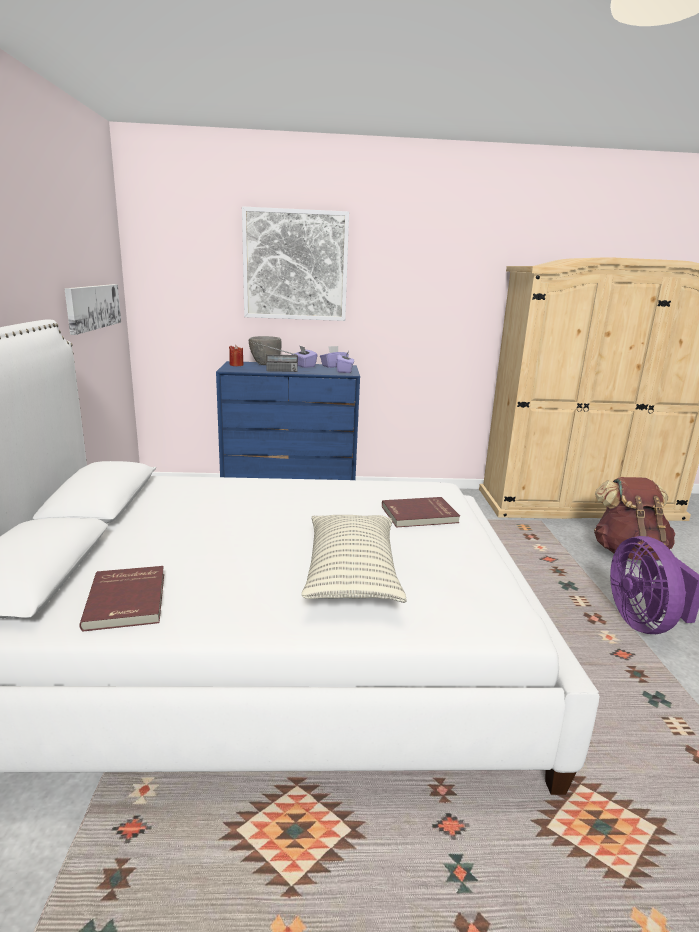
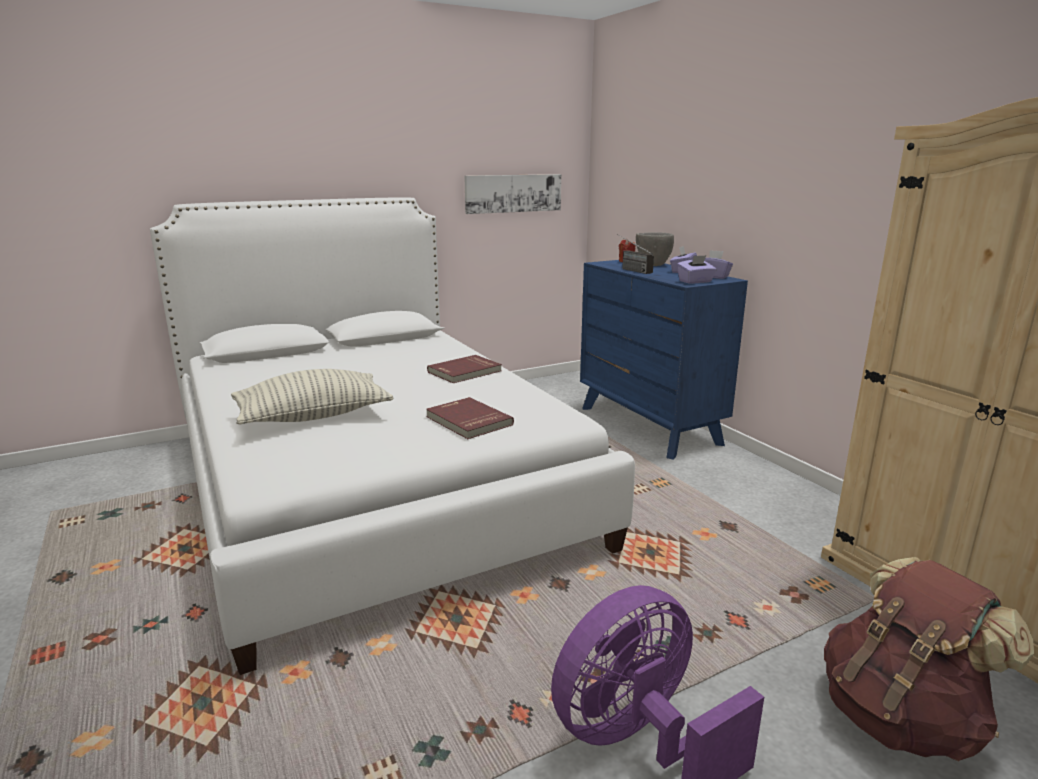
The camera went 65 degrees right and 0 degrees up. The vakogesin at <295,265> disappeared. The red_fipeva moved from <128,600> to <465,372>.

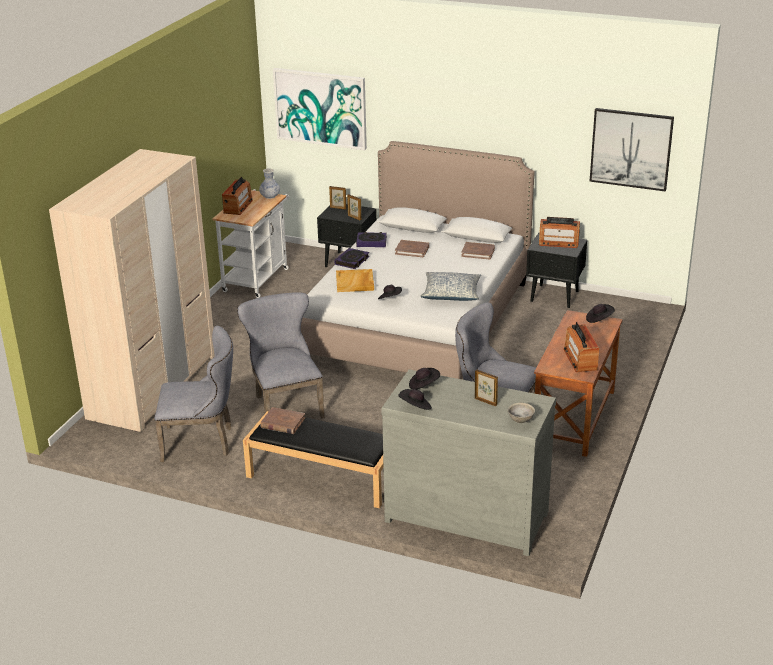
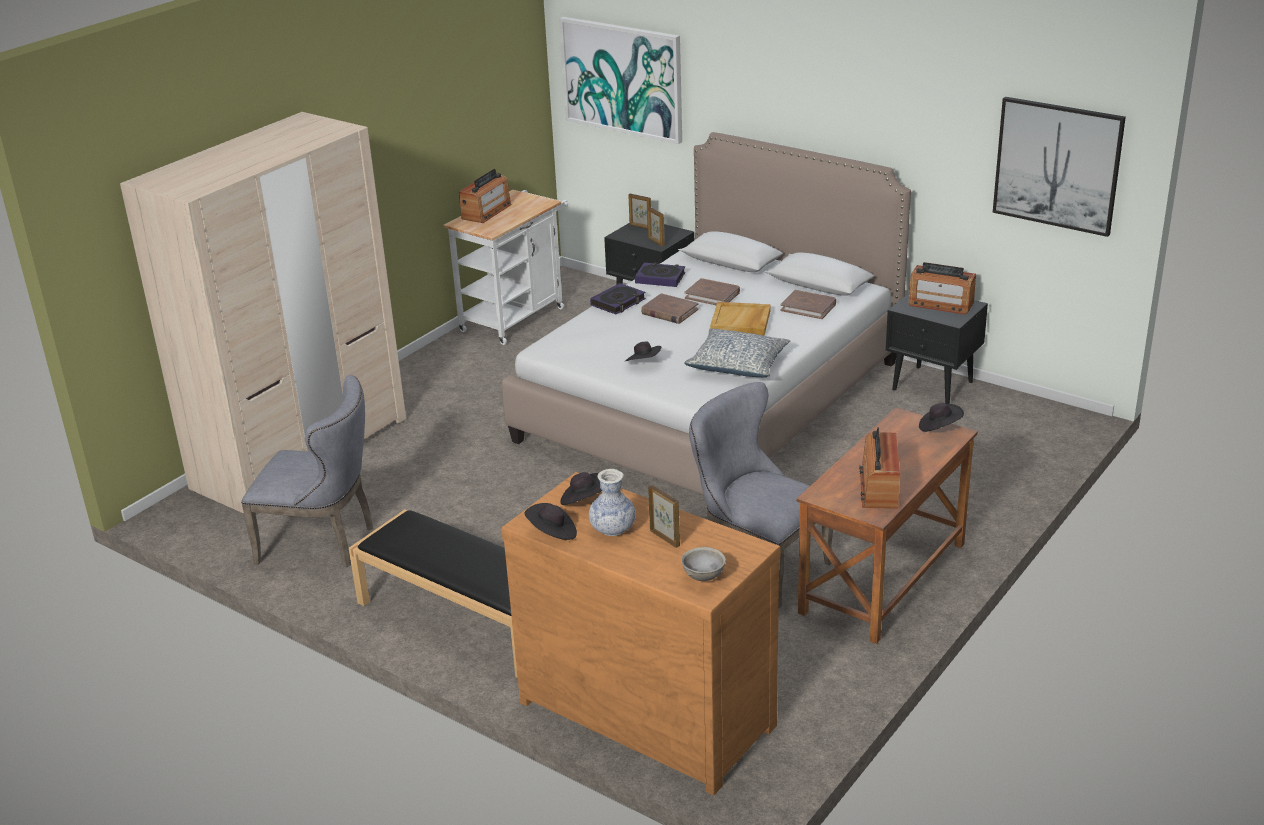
The camera went 15 degrees right and 0 degrees up. The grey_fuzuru at <285,405> disappeared. The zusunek moved from <270,196> to <613,529>. The brown_fipeva moved from <282,423> to <669,312>. The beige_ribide moved from <355,282> to <741,322>. The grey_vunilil at <467,514> became the brown_vunilil at <648,710>.

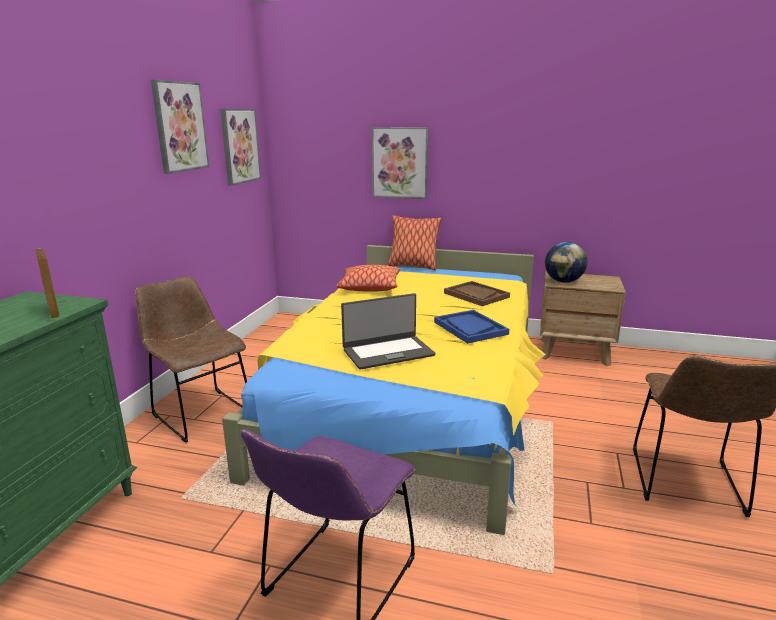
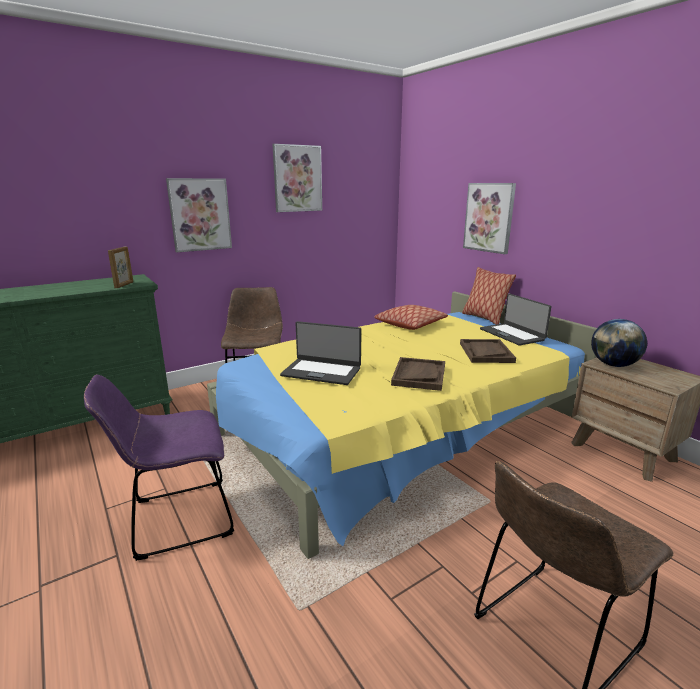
The camera went 40 degrees right and 0 degrees up. The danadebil at <512,334> appeared. The vakogesin moved from <239,146> to <200,214>. The blue_ribide at <470,328> became the brown_ribide at <419,375>.

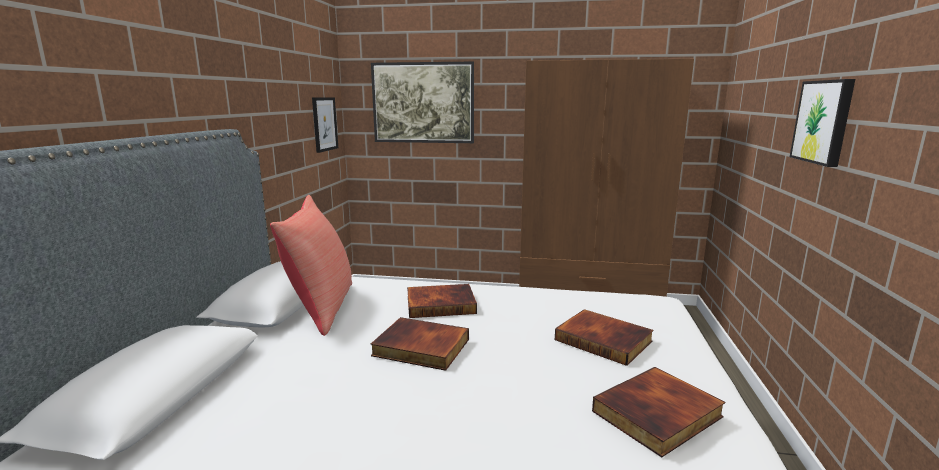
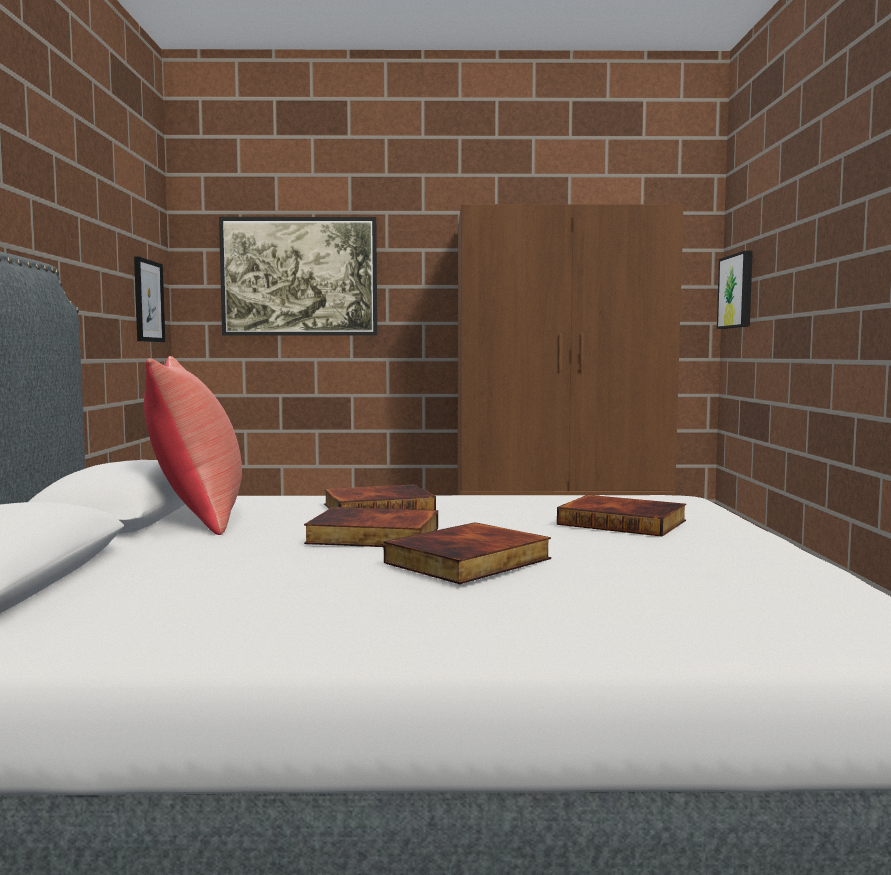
The camera went 10 degrees left and 10 degrees down. The fipeva moved from <658,415> to <469,561>. The vakogesin moved from <823,121> to <737,291>.

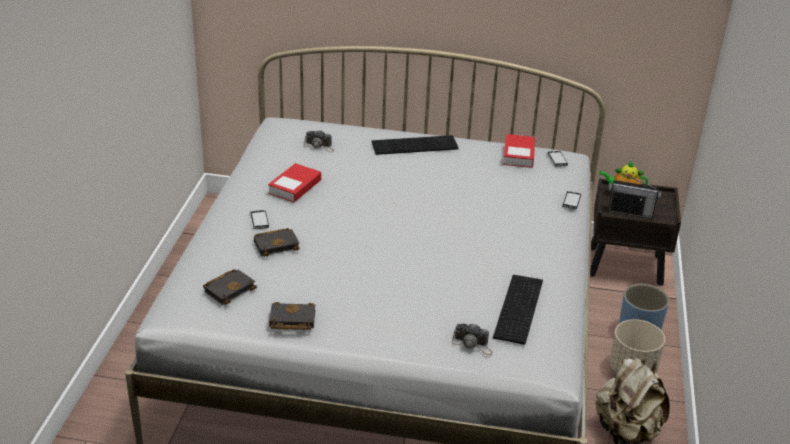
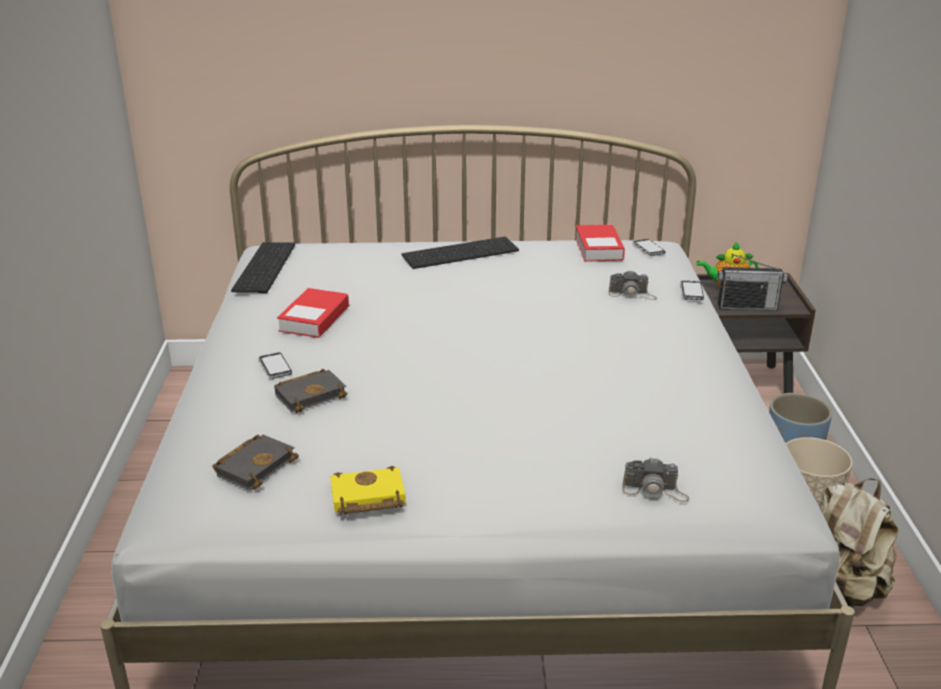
The camera went 10 degrees left and 5 degrees down. The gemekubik moved from <319,146> to <632,294>. The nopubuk moved from <520,310> to <266,268>. The black_fipeva at <291,320> became the yellow_fipeva at <366,498>.

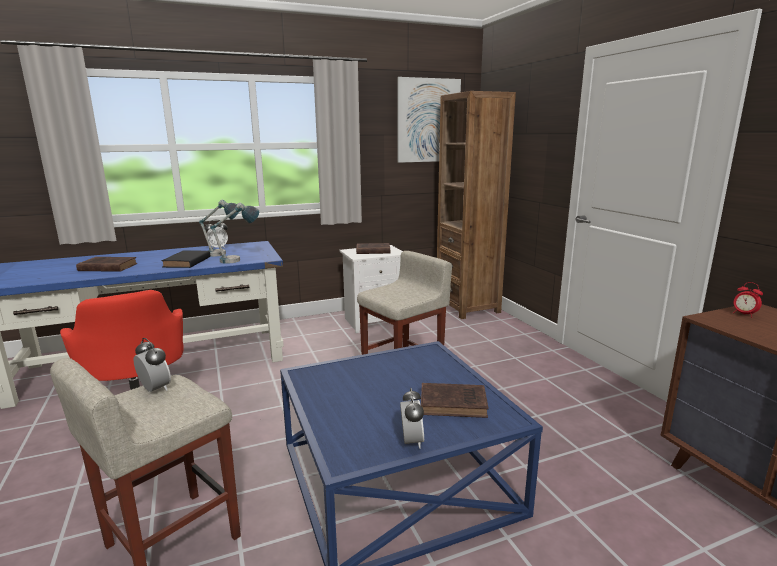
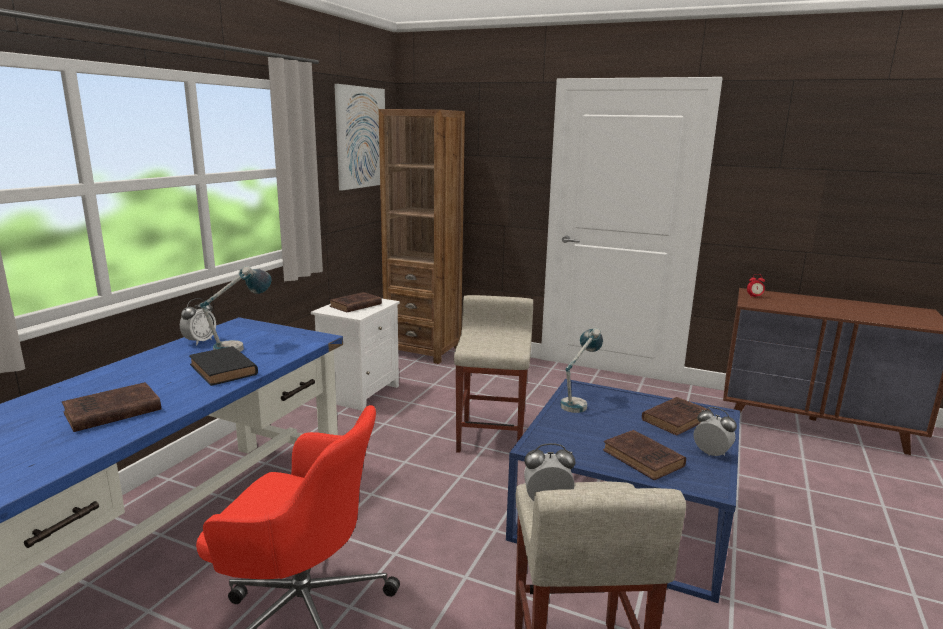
The camera went 45 degrees left and 0 degrees up. The brown_fipeva at <644,459> appeared. The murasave moved from <239,260> to <578,402>.

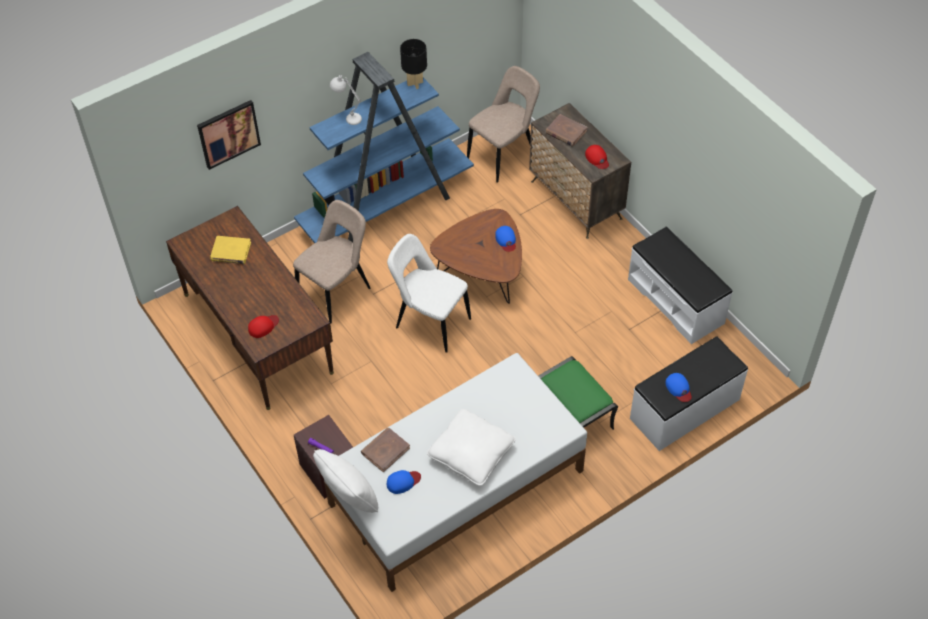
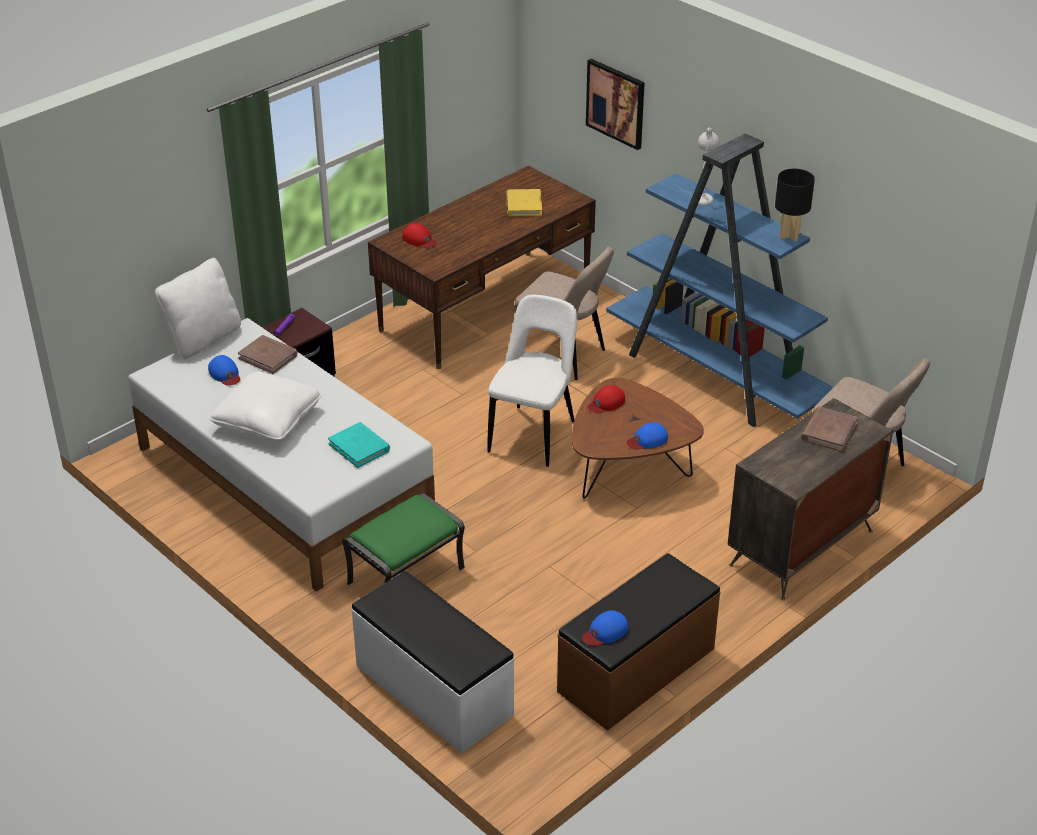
The camera went 80 degrees right and 15 degrees down. The turquoise_fipeva at <359,447> appeared. The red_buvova moved from <597,158> to <606,403>. The blue_buvova moved from <678,388> to <605,632>. The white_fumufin at <676,301> became the brown_fumufin at <637,670>.

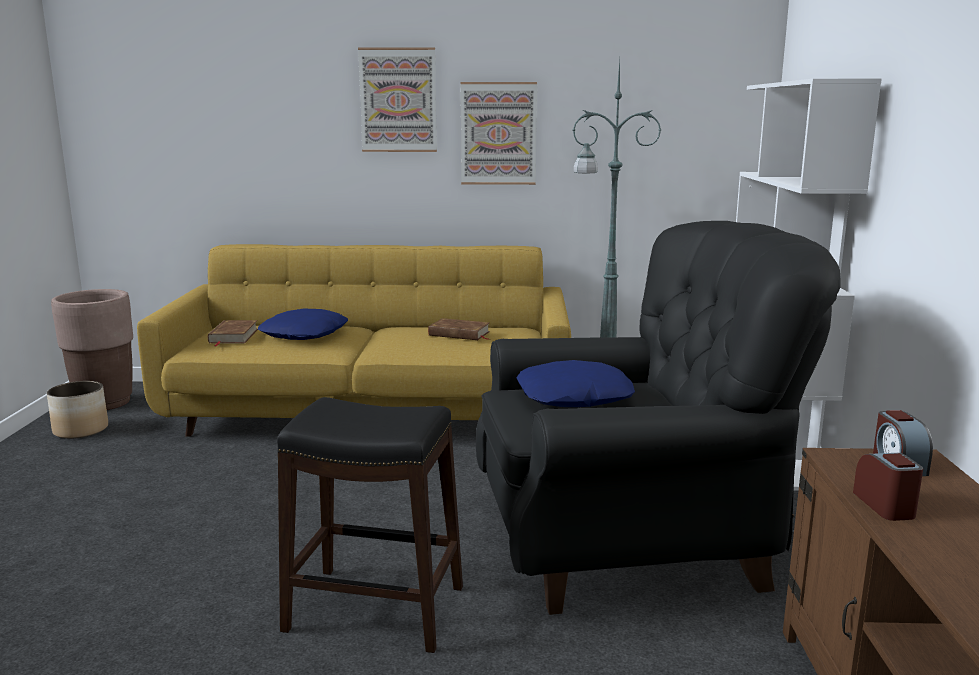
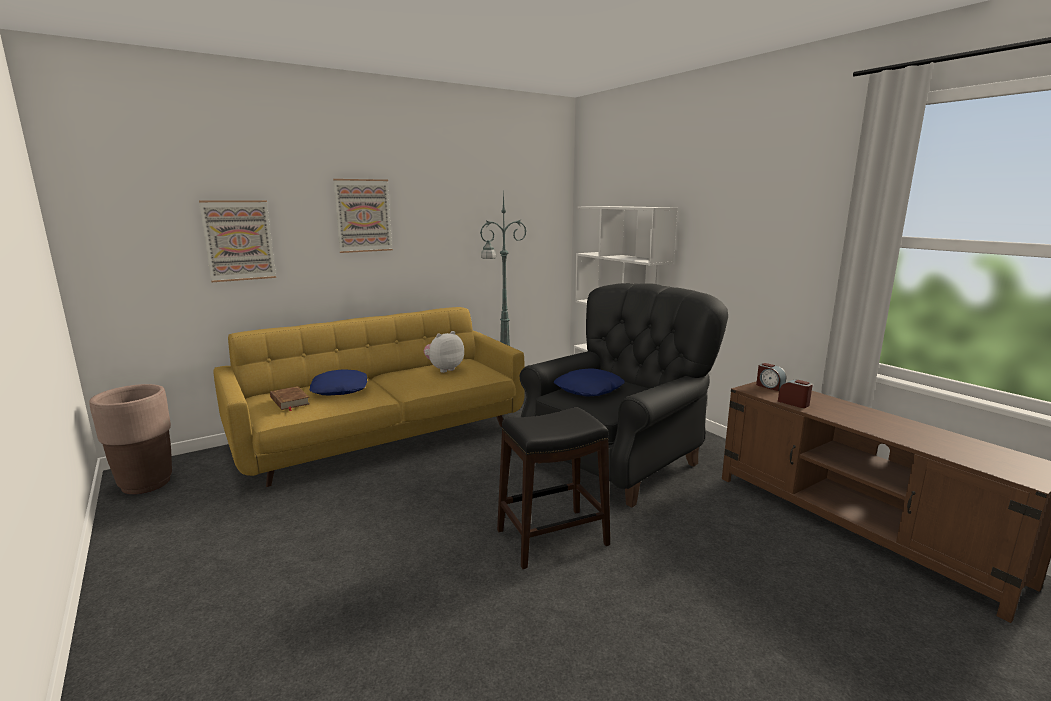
The camera went 35 degrees left and 0 degrees up. The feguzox at <81,430> disappeared. The vakogesin moved from <498,133> to <239,240>. The brown_fipeva at <459,334> was replaced by the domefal at <444,369>.

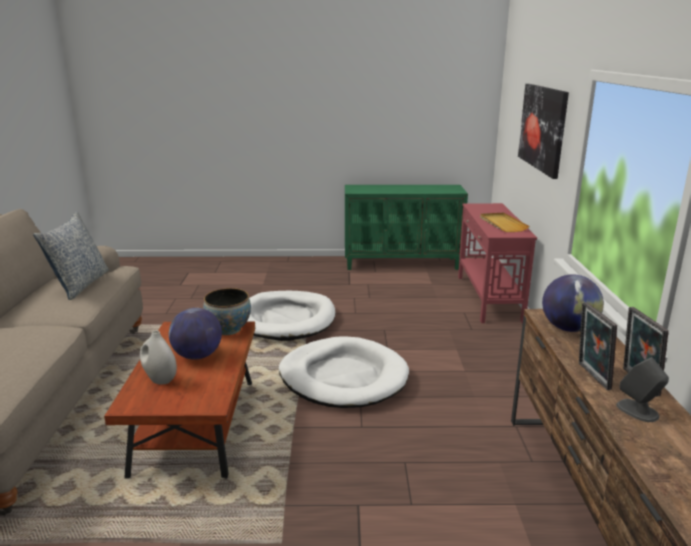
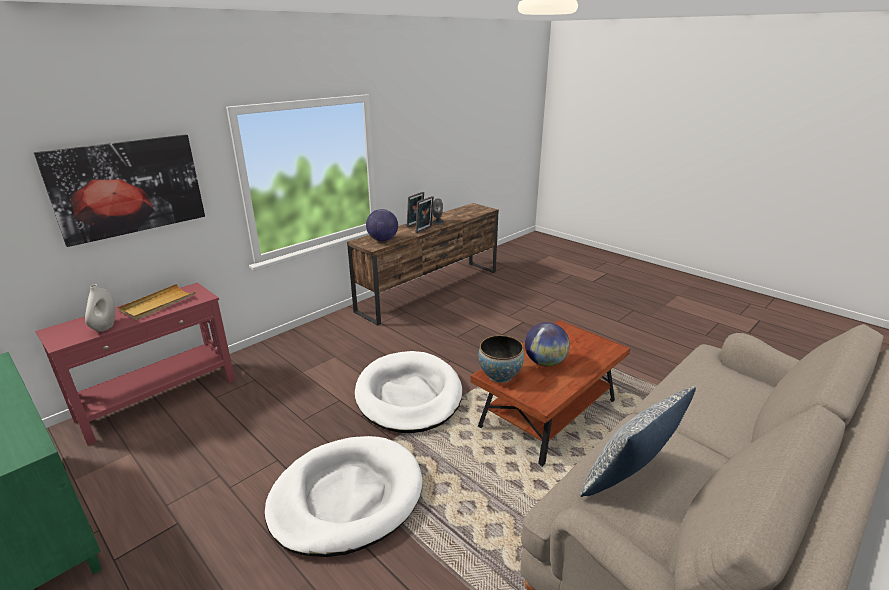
The camera went 135 degrees left and 5 degrees up. The white_zusunek moved from <160,379> to <105,327>.

